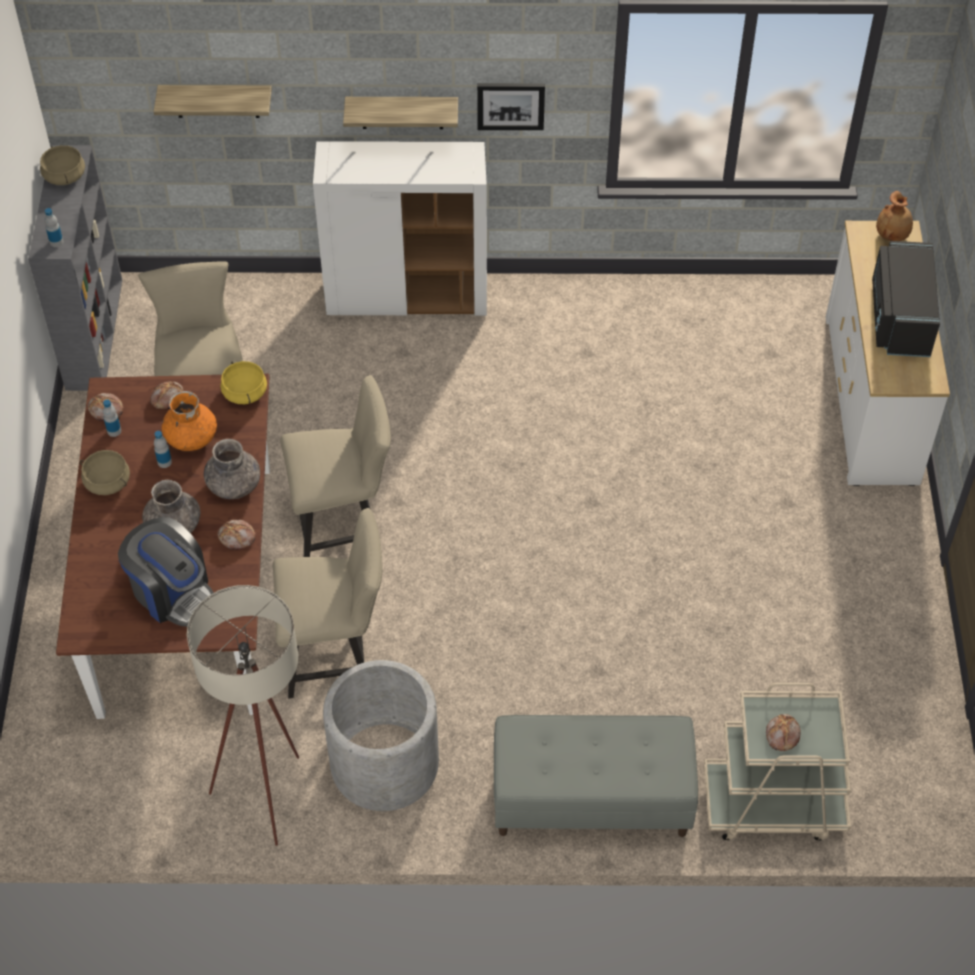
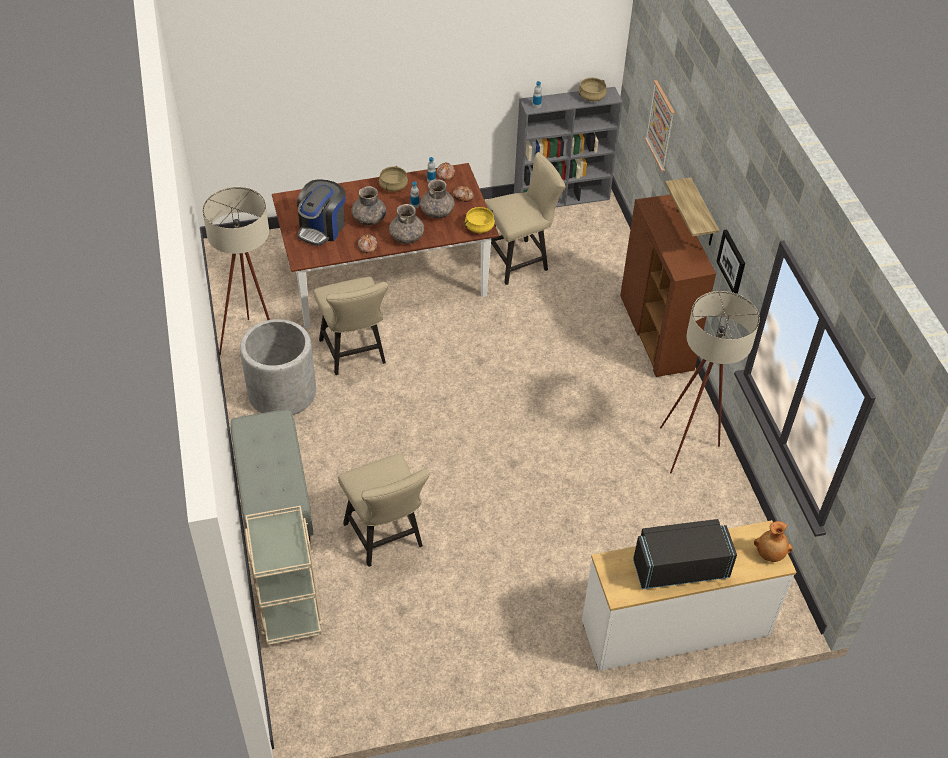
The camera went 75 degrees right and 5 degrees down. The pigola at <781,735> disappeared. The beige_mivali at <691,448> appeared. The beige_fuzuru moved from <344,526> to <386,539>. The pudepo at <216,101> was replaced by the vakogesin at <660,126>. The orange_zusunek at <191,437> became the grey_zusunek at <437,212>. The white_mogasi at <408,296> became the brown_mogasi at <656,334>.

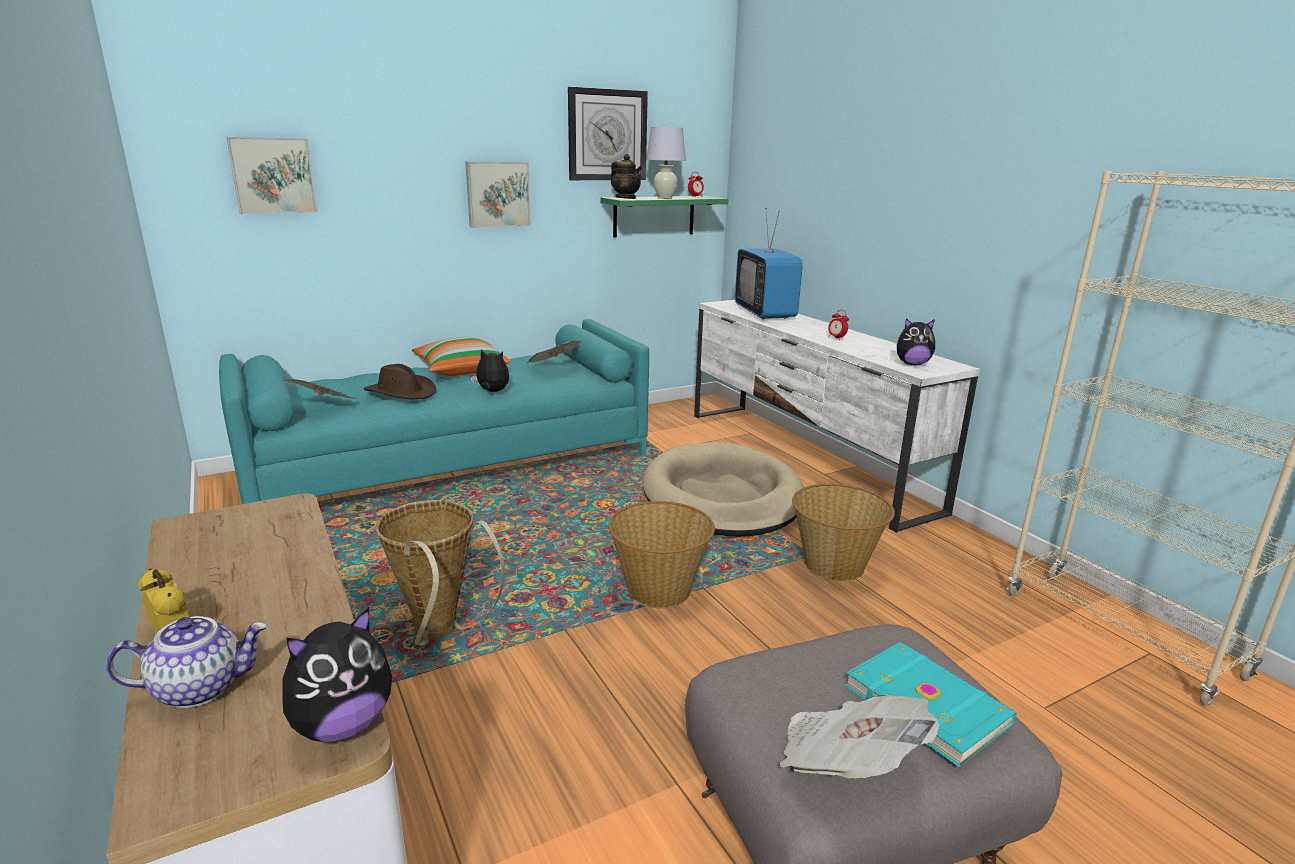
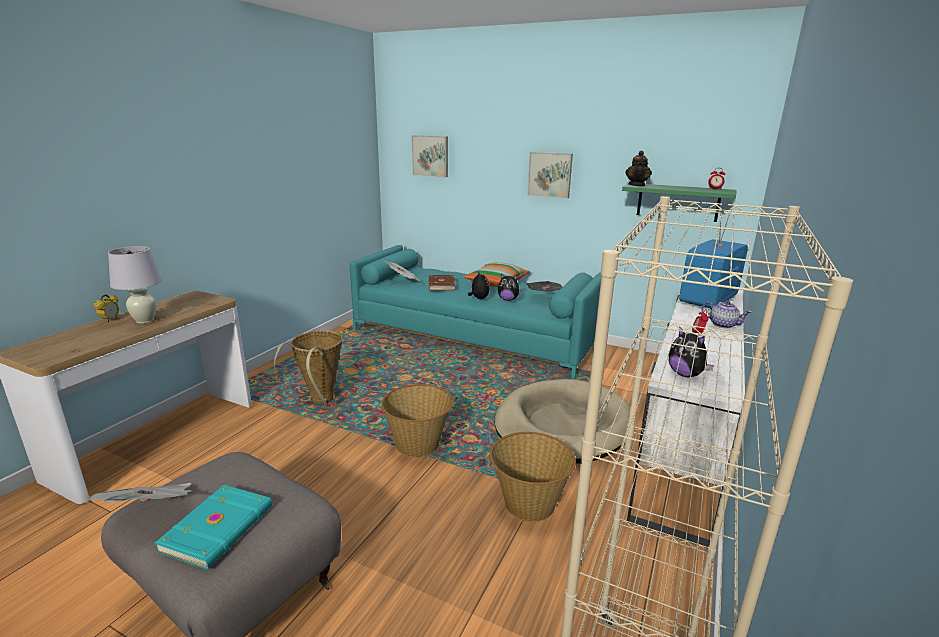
The camera went 55 degrees right and 0 degrees up. The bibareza at <607,135> disappeared. The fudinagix moved from <200,687> to <723,325>. The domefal moved from <342,725> to <508,299>. The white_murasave moved from <664,198> to <144,320>. The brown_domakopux at <401,392> was replaced by the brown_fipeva at <442,284>.

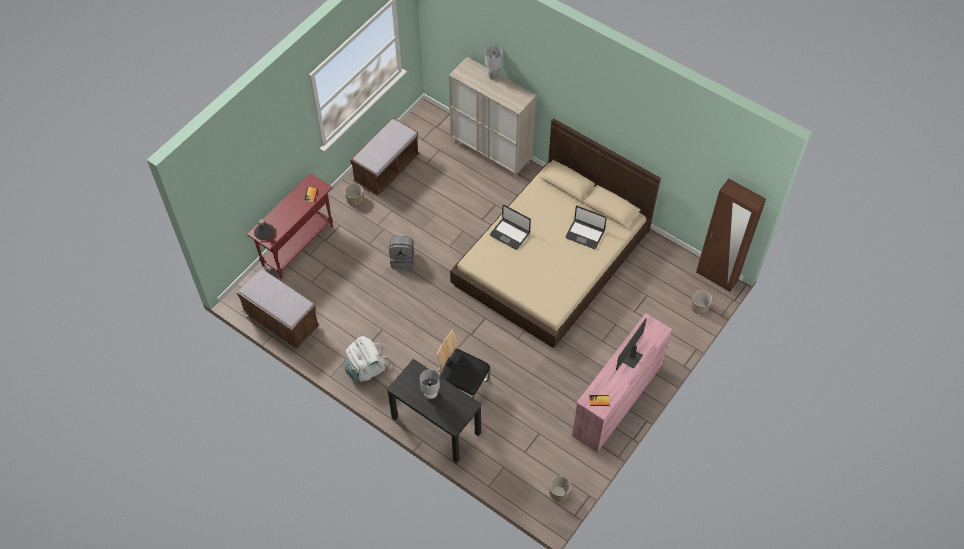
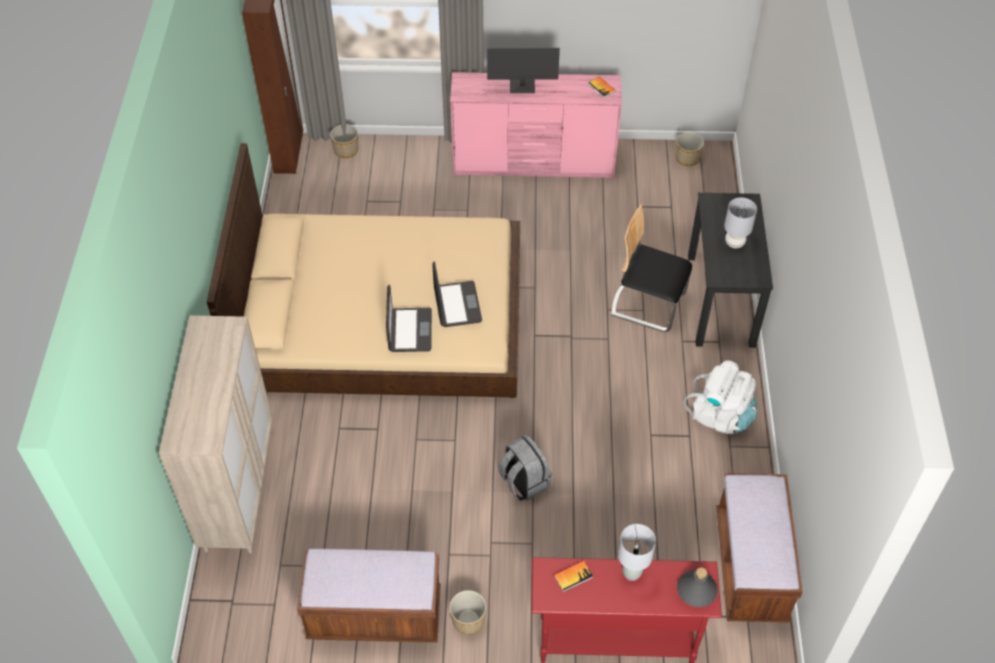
The camera went 125 degrees left and 5 degrees down. The grey_murasave moved from <493,76> to <632,573>. The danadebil moved from <585,234> to <456,305>. The fuzuru at <462,386> turned 120 degrees clockwise.

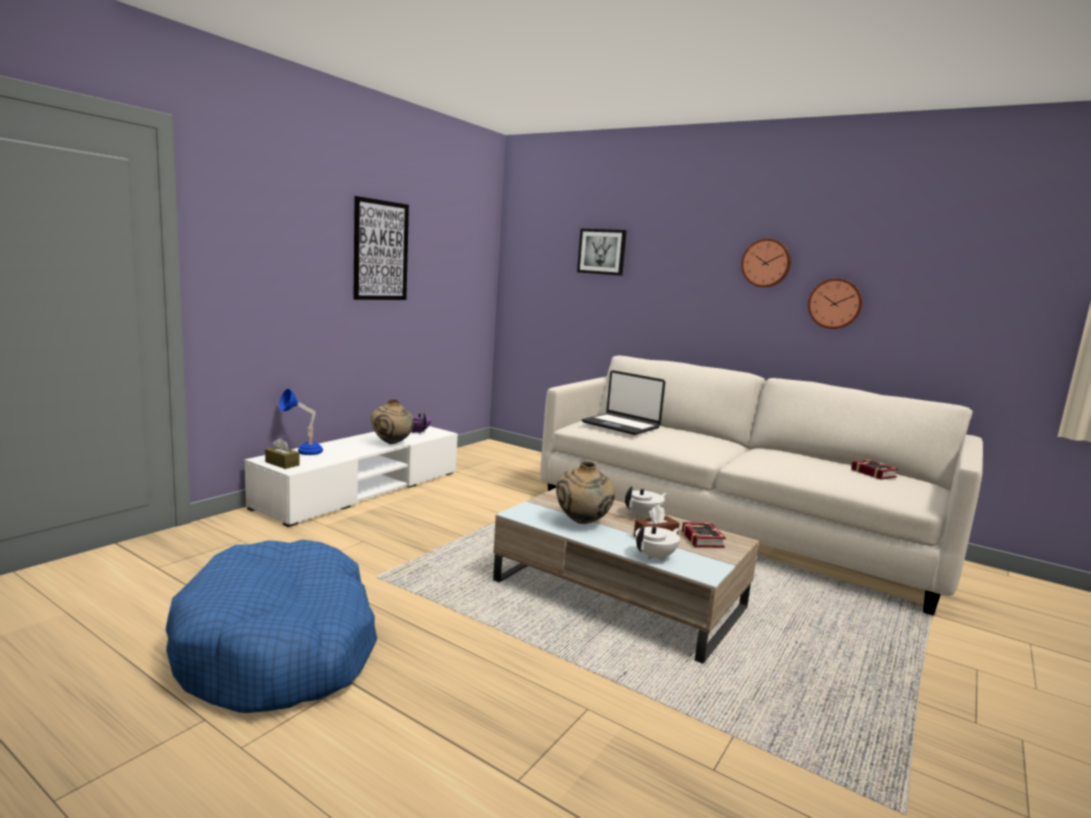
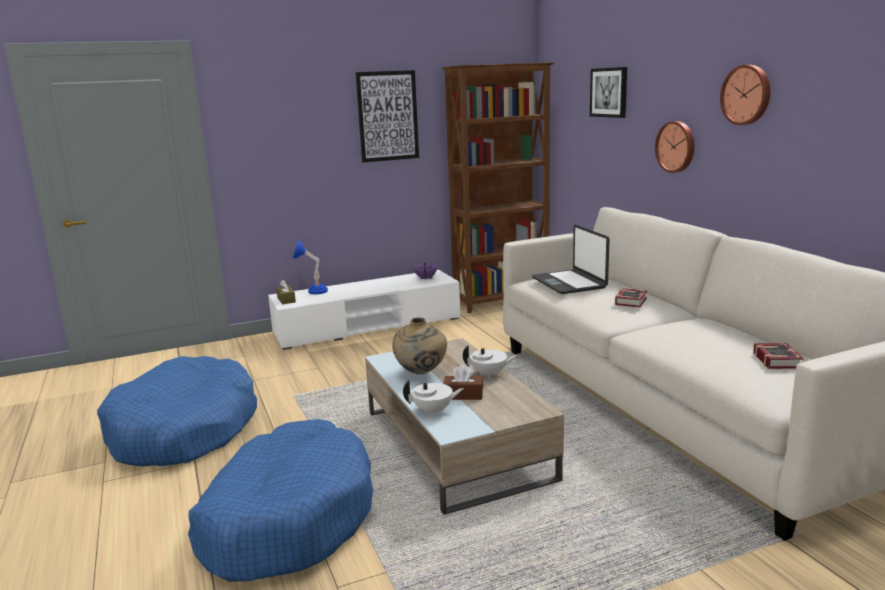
The camera went 35 degrees right and 5 degrees up. The beige_zusunek at <392,443> disappeared. The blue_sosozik at <287,518> appeared. The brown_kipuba at <502,301> appeared. The fipeva moved from <703,538> to <632,301>. The bibareza moved from <835,303> to <676,146>.

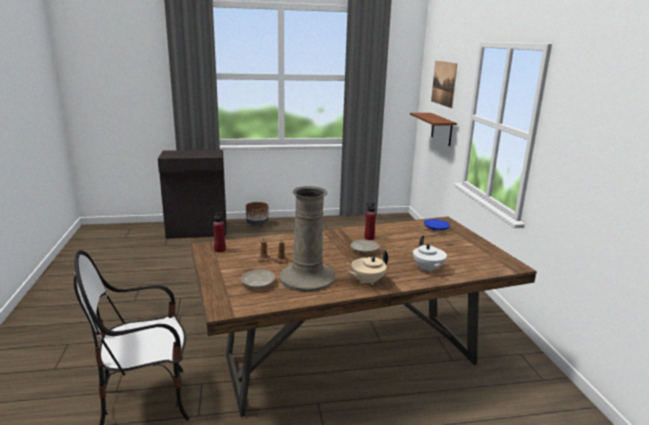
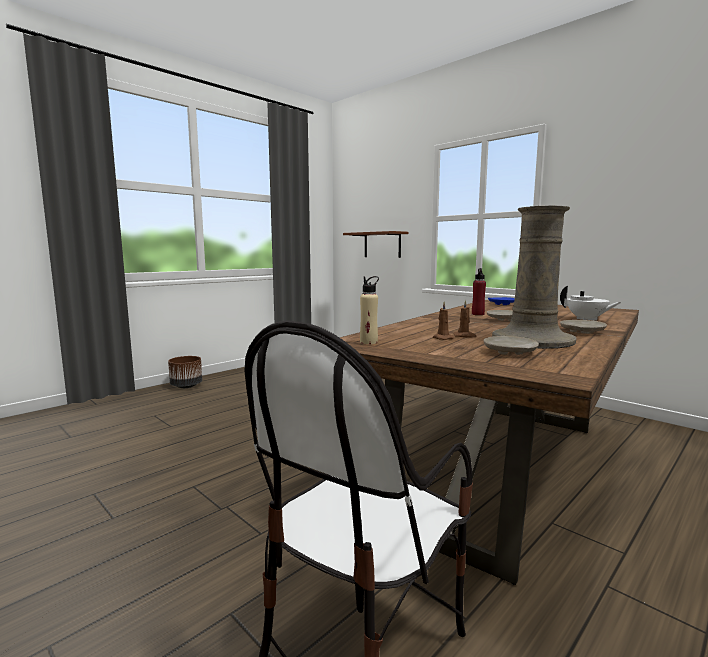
The camera went 35 degrees left and 10 degrees down. The black_mogasi at <197,231> disappeared. The vakogesin at <443,83> disappeared. The beige_fudinagix at <366,281> was replaced by the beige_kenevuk at <581,332>. The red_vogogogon at <220,250> became the beige_vogogogon at <368,342>.

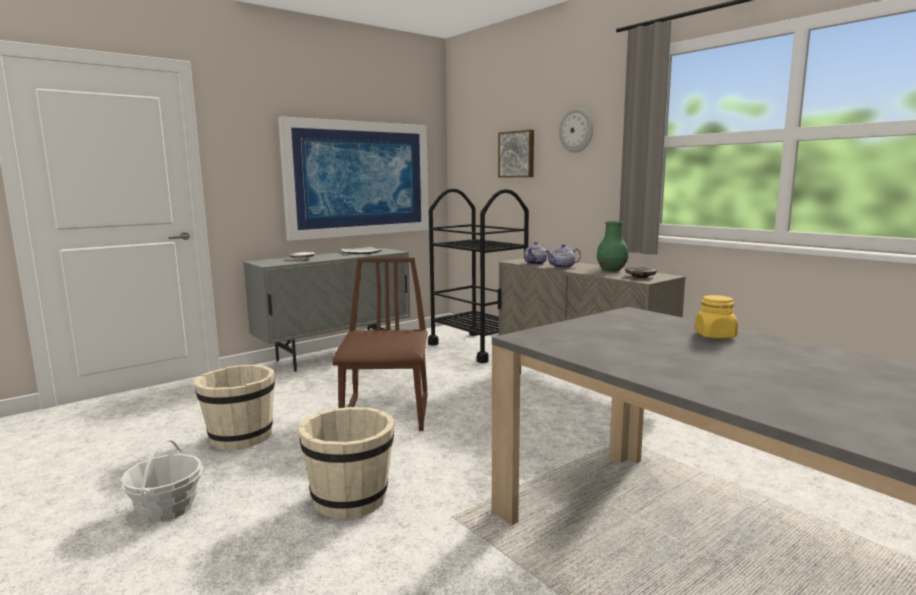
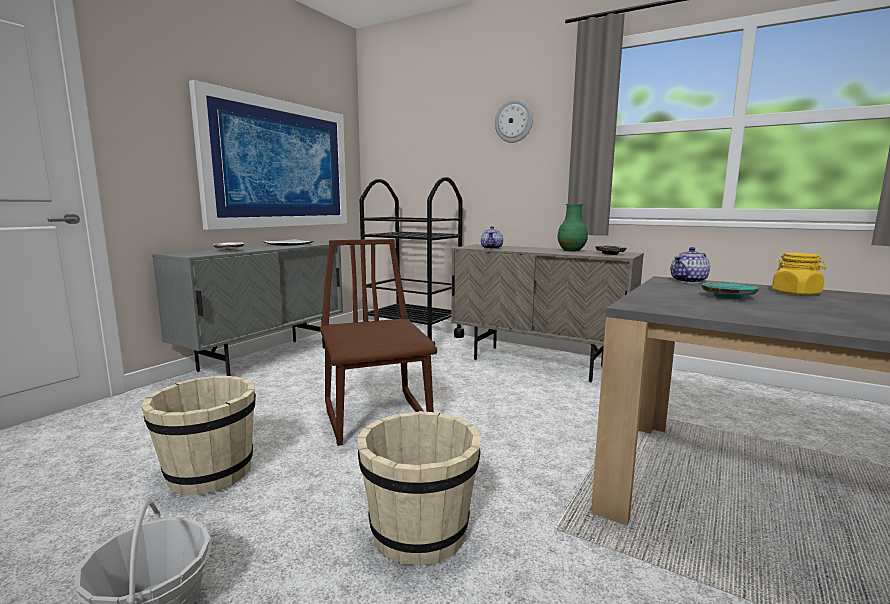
The camera went 20 degrees left and 0 degrees up. The vakogesin at <517,154> disappeared. The turquoise_kenevuk at <727,297> appeared. The fudinagix moved from <563,267> to <689,281>.

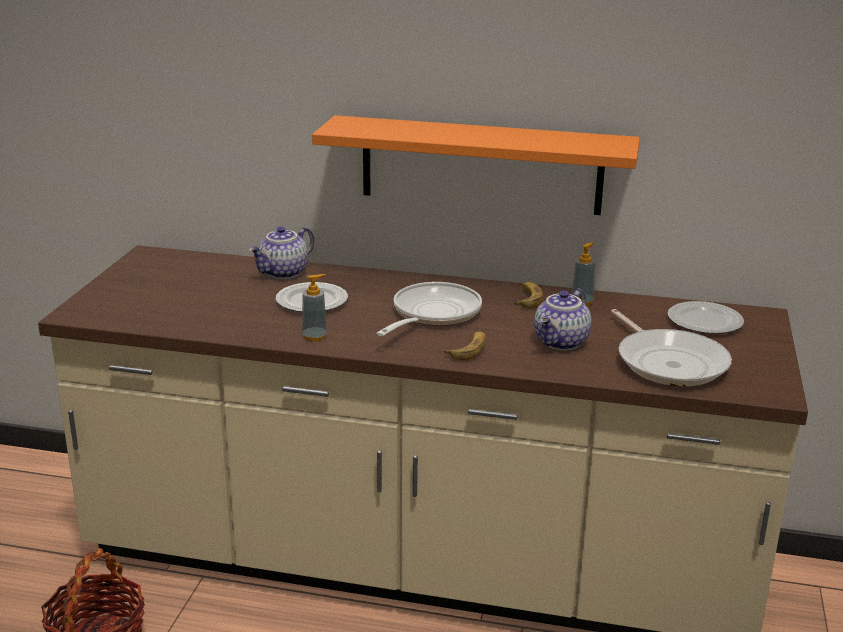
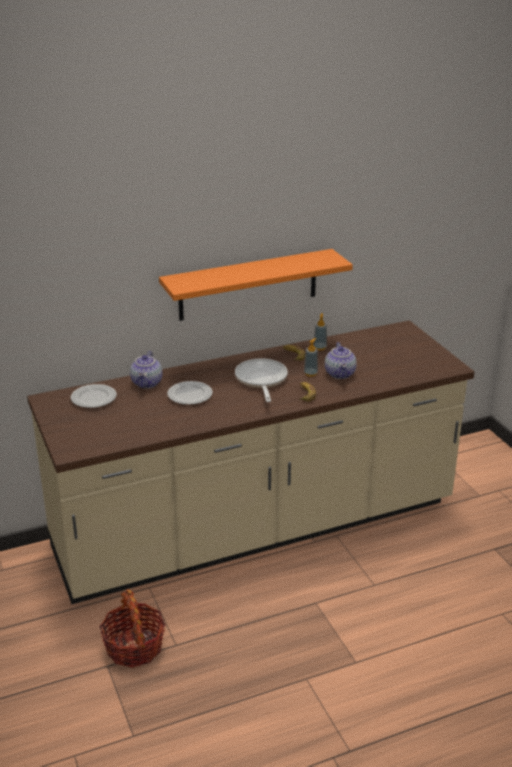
The camera went 35 degrees left and 5 degrees up. The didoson at <669,362> disappeared. The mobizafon moved from <314,336> to <310,373>. The kenevuk moved from <704,322> to <93,399>.

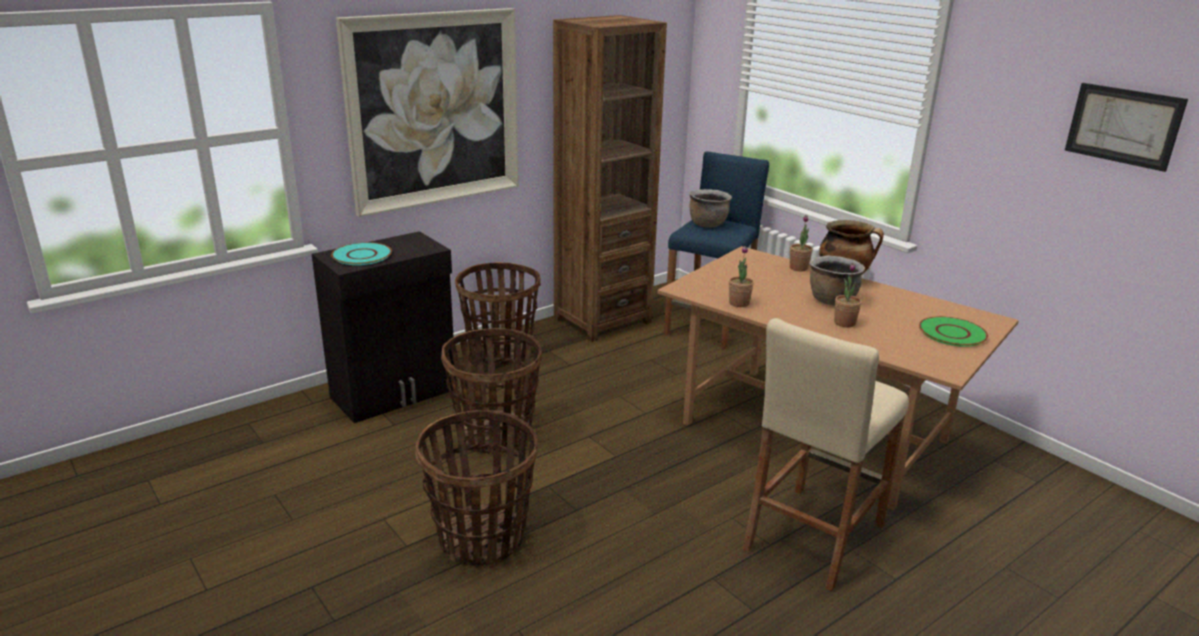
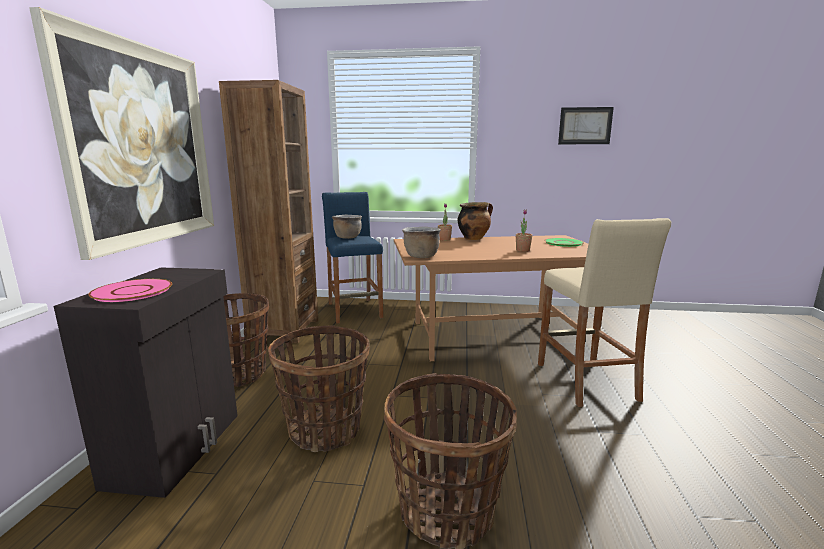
The camera went 45 degrees left and 10 degrees down. The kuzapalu at <739,303> disappeared. The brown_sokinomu moved from <831,300> to <421,256>. The turquoise_kenevuk at <361,255> became the pink_kenevuk at <132,291>.

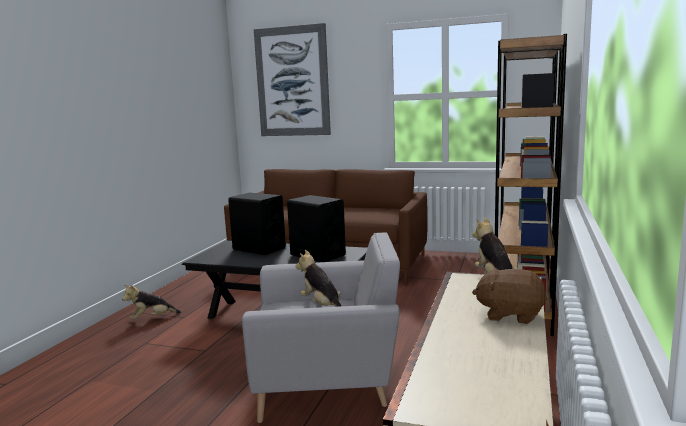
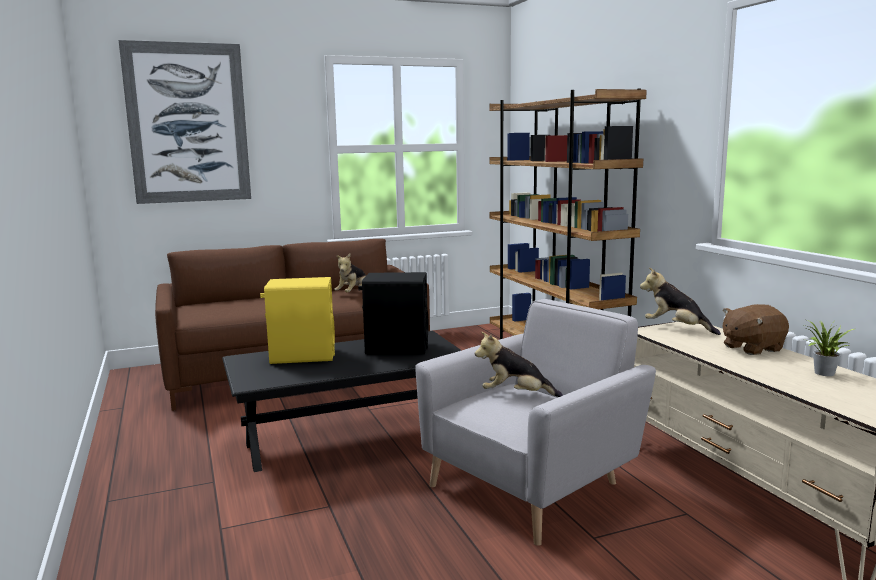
The camera went 40 degrees left and 0 degrees up. The kuzapalu at <823,373> appeared. The domefal moved from <152,318> to <353,293>. The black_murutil at <259,249> became the yellow_murutil at <302,356>.

